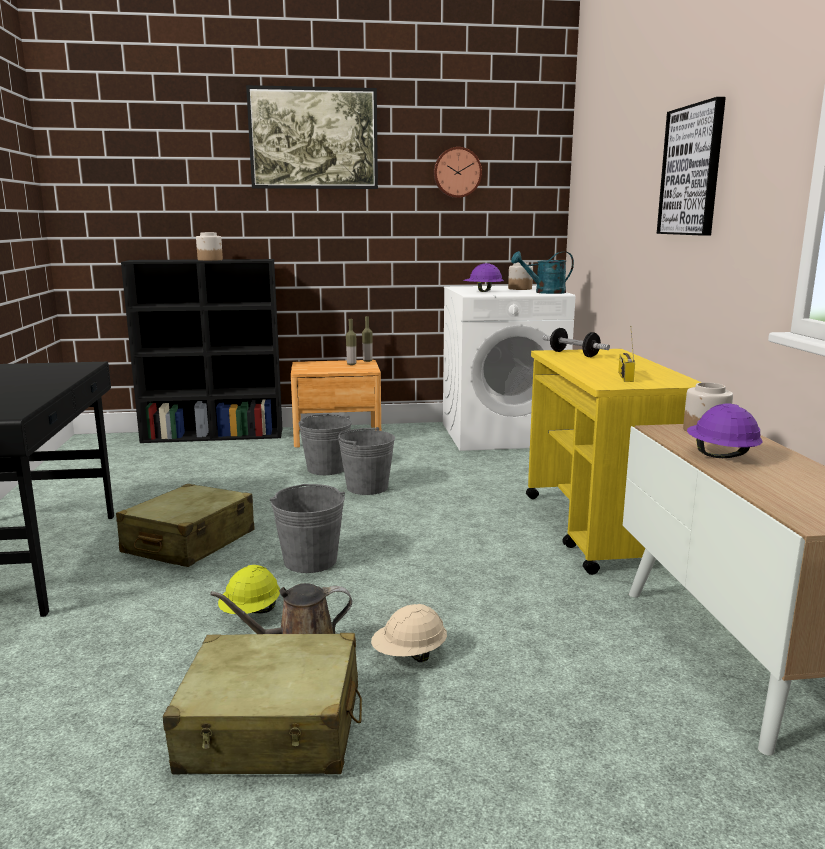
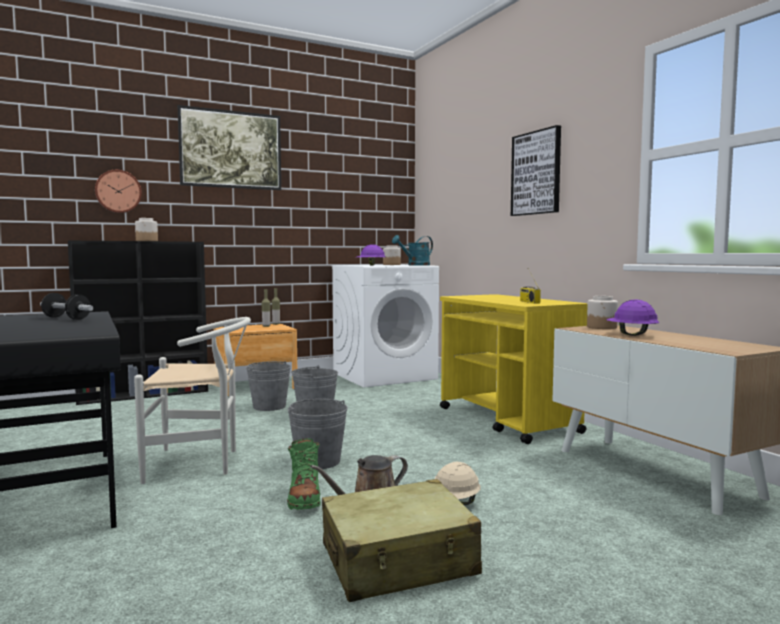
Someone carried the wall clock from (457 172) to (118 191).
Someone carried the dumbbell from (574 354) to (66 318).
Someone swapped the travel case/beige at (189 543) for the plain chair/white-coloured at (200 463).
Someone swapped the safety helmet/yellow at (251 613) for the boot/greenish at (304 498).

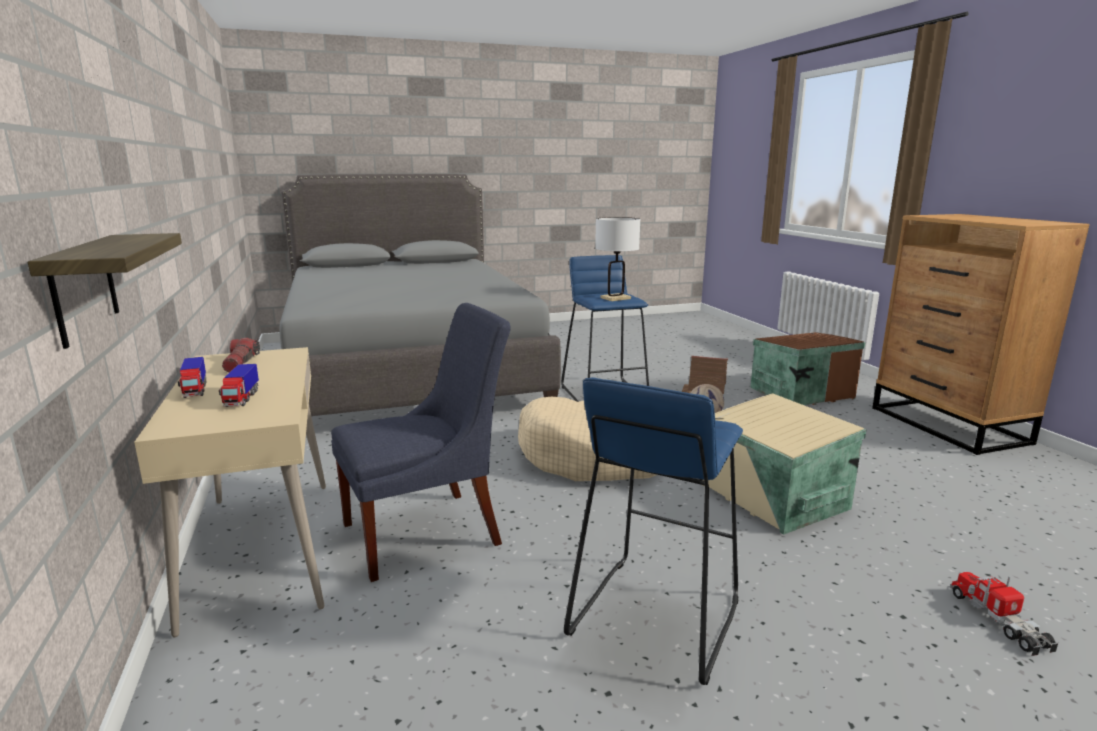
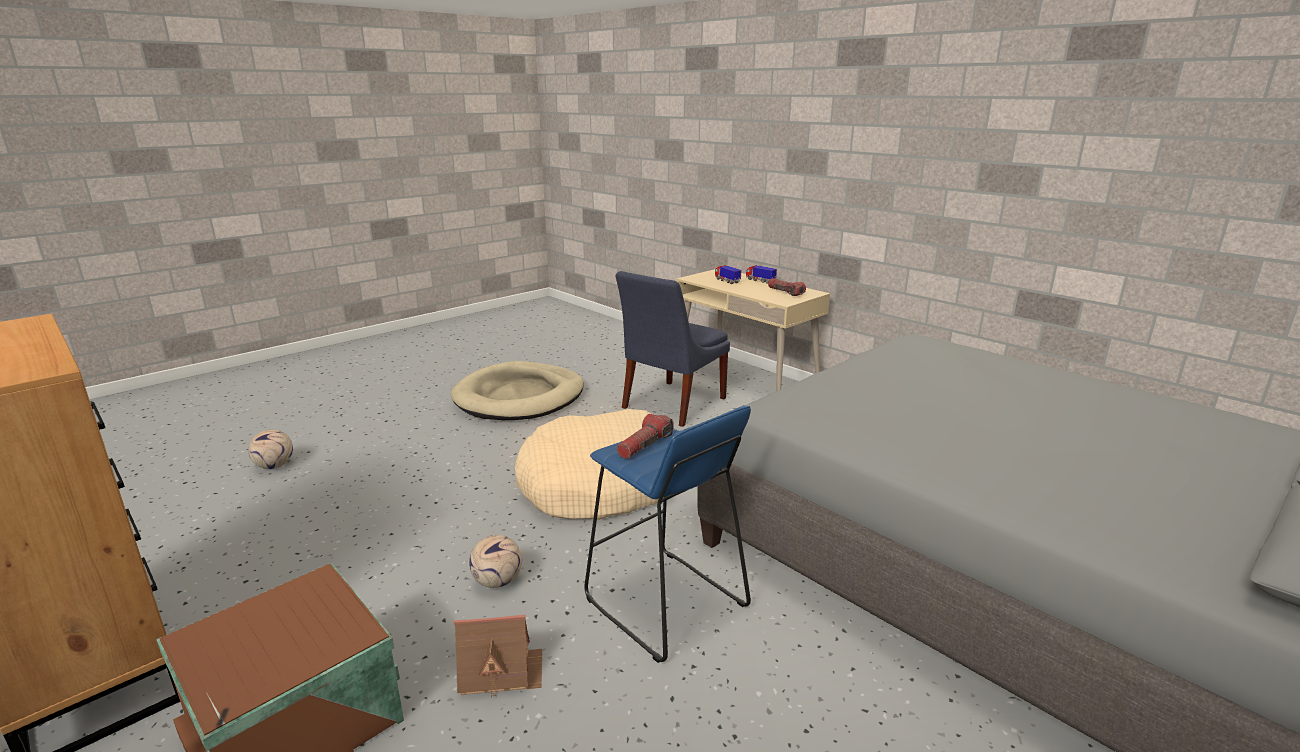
Someone swapped the lamp for a table/white-coloured at (615 298) for the flashlight at (645 445).
Someone took away the bracket shelf at (84 287).
Someone swapped the sitting stool/bluish at (654 617) for the dog cushion/beige at (520 397).
Someone took away the storage container/beige at (773 497).
Someone took away the toy lorry at (999 620).
Someone put down the football ball at (274 466).

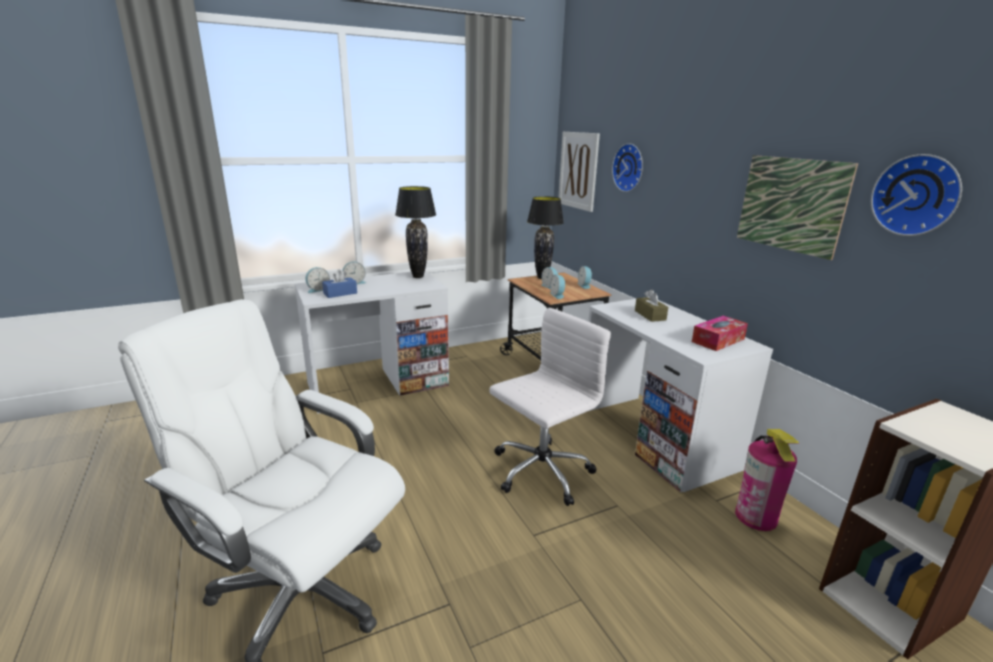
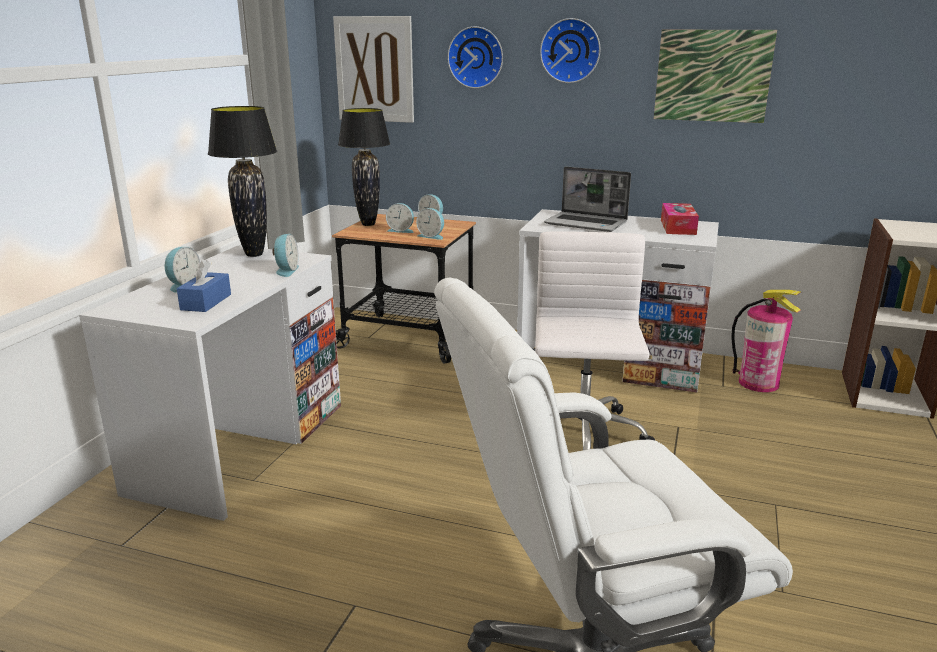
Someone carried the wall clock from (917 195) to (570 51).
Someone carried the table clock from (318 289) to (286 270).
Someone swapped the tissue box/brown-coloured at (650 315) for the laptop at (587 223).

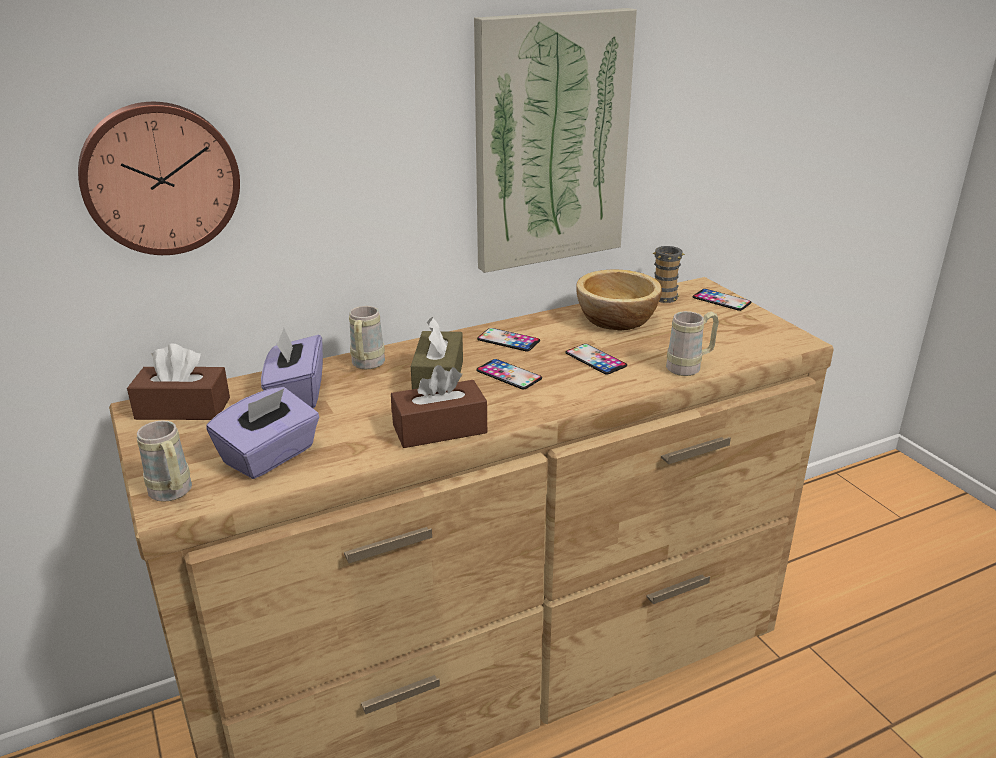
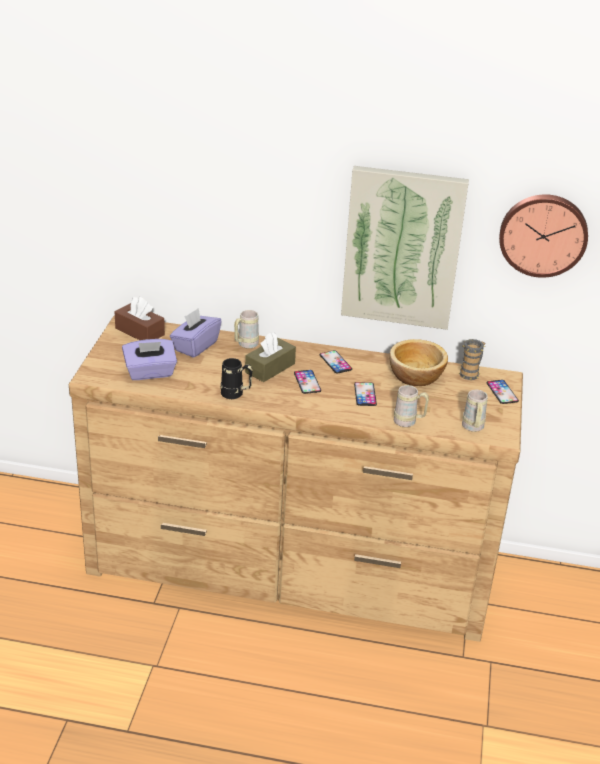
Someone carried the wall clock from (160 178) to (543 234).
Someone swapped the tissue box/brown-coloured at (439 429) for the coffee mug/blackish at (236 394).
Someone carried the coffee mug/beige from (173 494) to (473 428).

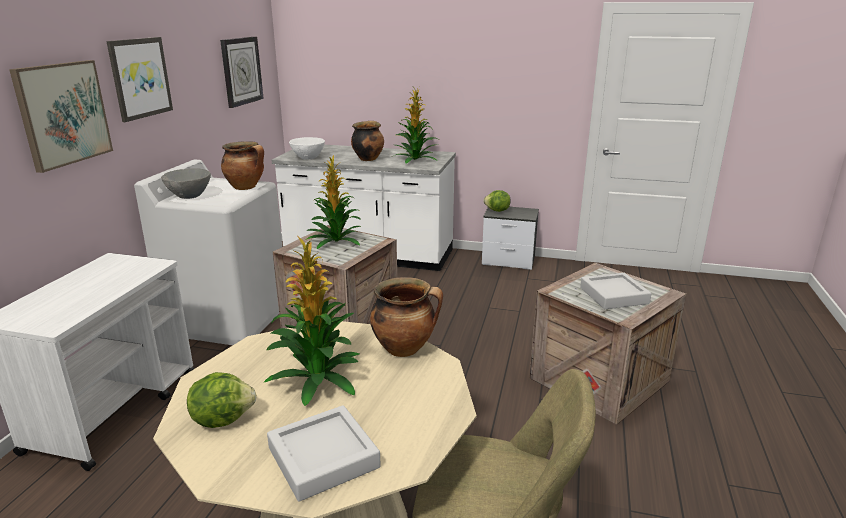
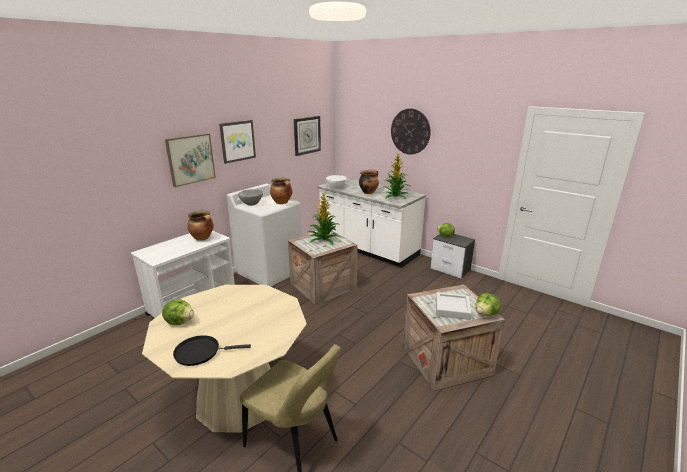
Someone took away the houseplant at (316 378).
Someone carried the cooking pot from (405 348) to (203 238).
Someone swapped the carrying tray/gray at (323 458) for the frying pan/blackish at (200 352).
Someone put up the wall clock at (410 131).
Someone put down the lettuce head at (486 314).

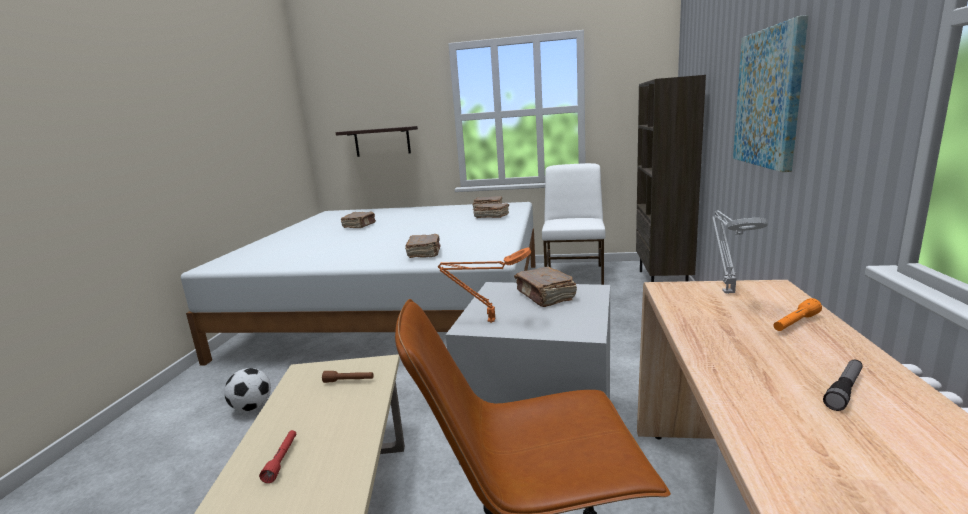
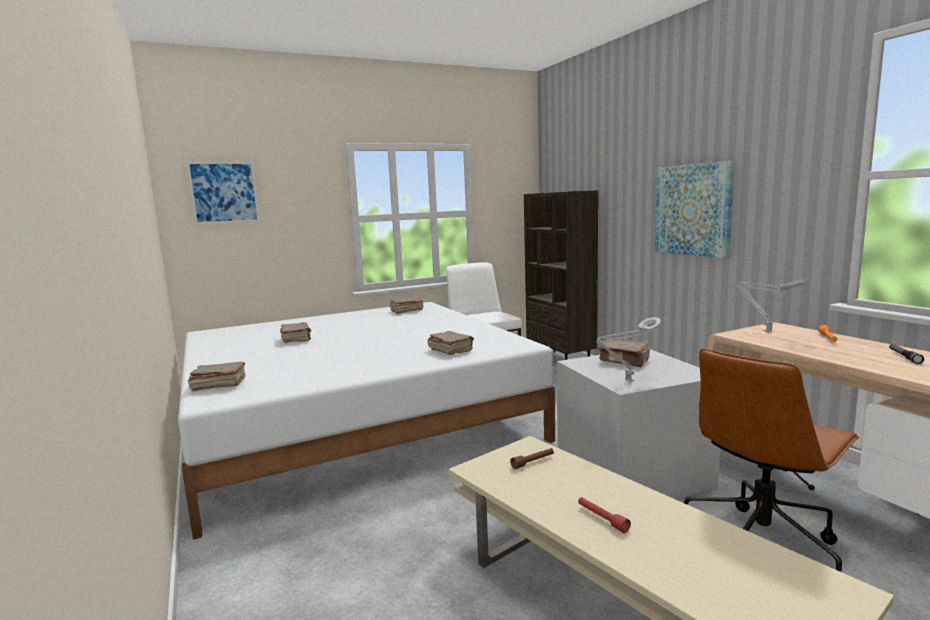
Someone took away the bracket shelf at (382 141).
Someone carried the volume/brown-coloured from (491 217) to (218 385).
Someone repainted the lamp for a table/orangey at (488 321), which became the lamp for a table/gray at (627 381).
Someone took away the football ball at (252 407).
Someone put up the wall art at (224 192).

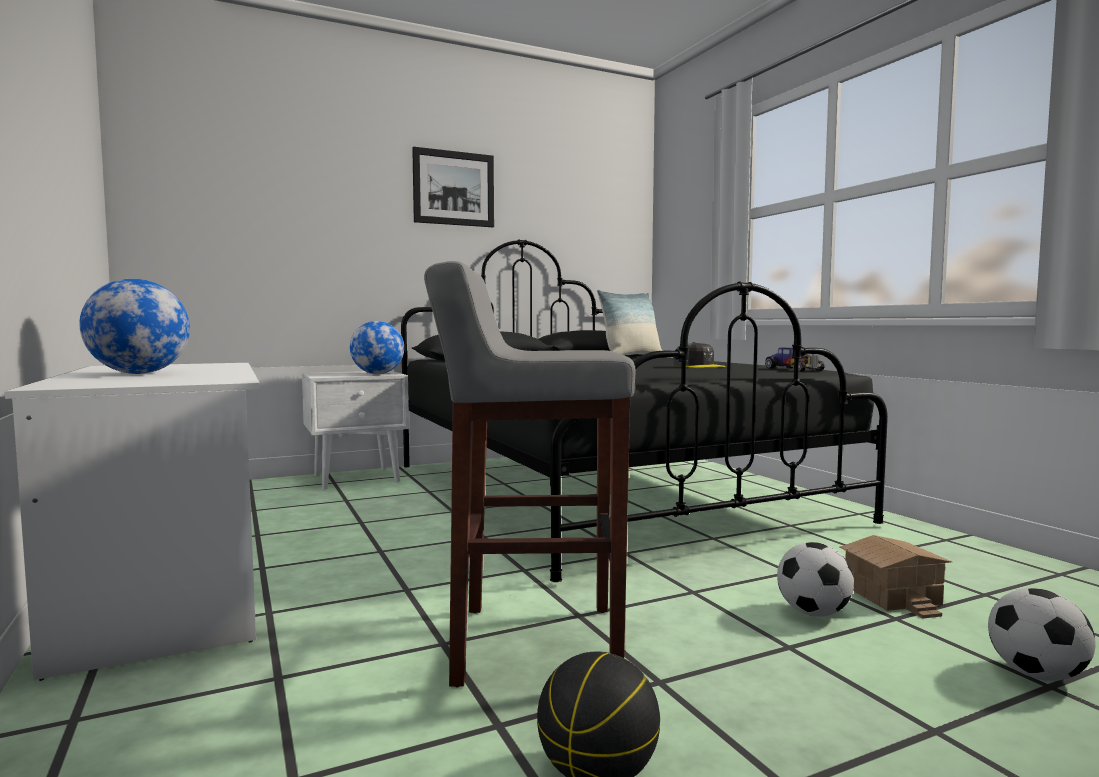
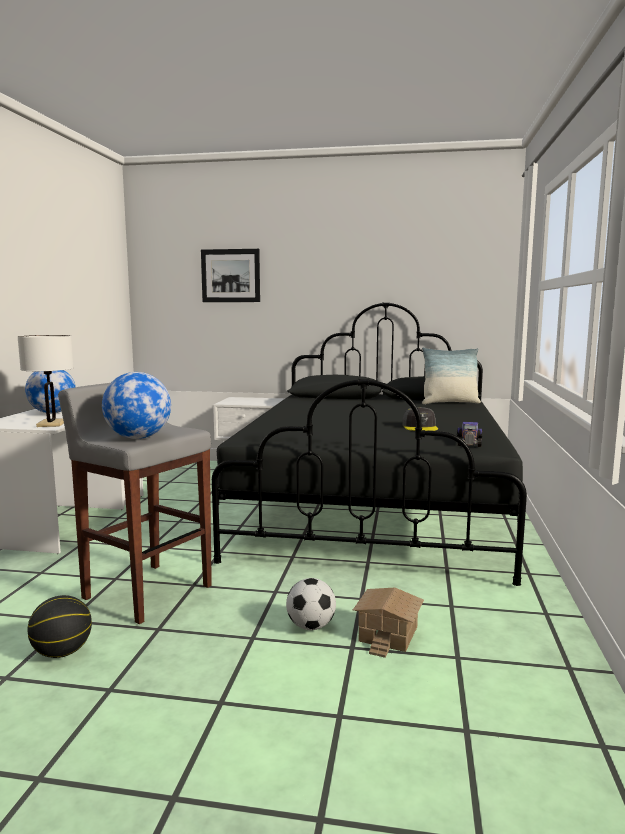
Someone carried the wall art from (454 188) to (230 275).
Someone carried the world globe from (378 374) to (138 438).
Someone took away the football ball at (1037 675).
Someone put down the lamp for a table/white-coloured at (52 424).

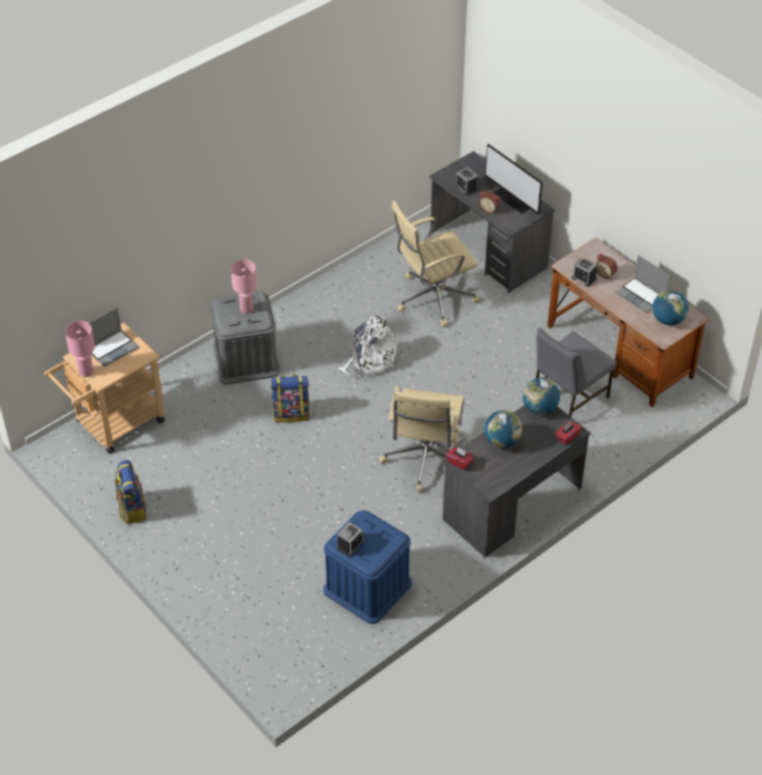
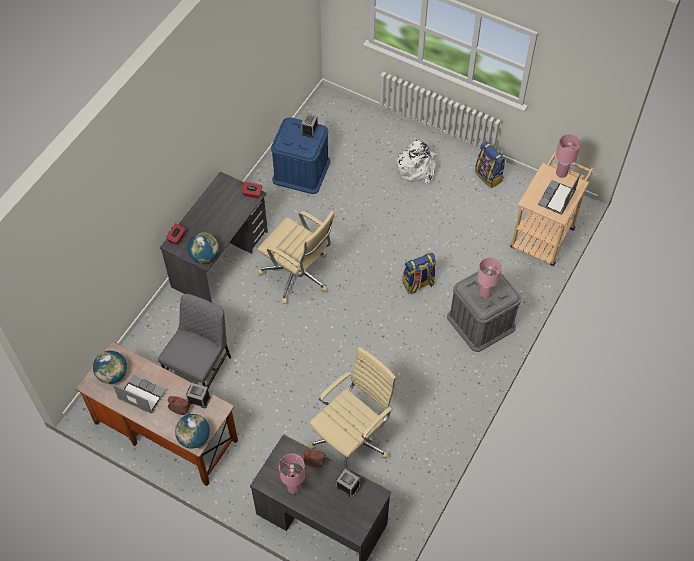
Someone swapped the computer display at (515 198) for the lamp for a table/pinkish at (293 487).
Someone carried the knapsack/white-coloured from (369 360) to (416 168).
Someone rotated the desk chair/beige at (425 460) by 135 degrees clockwise.
Someone carried the world globe from (502 441) to (194 438).

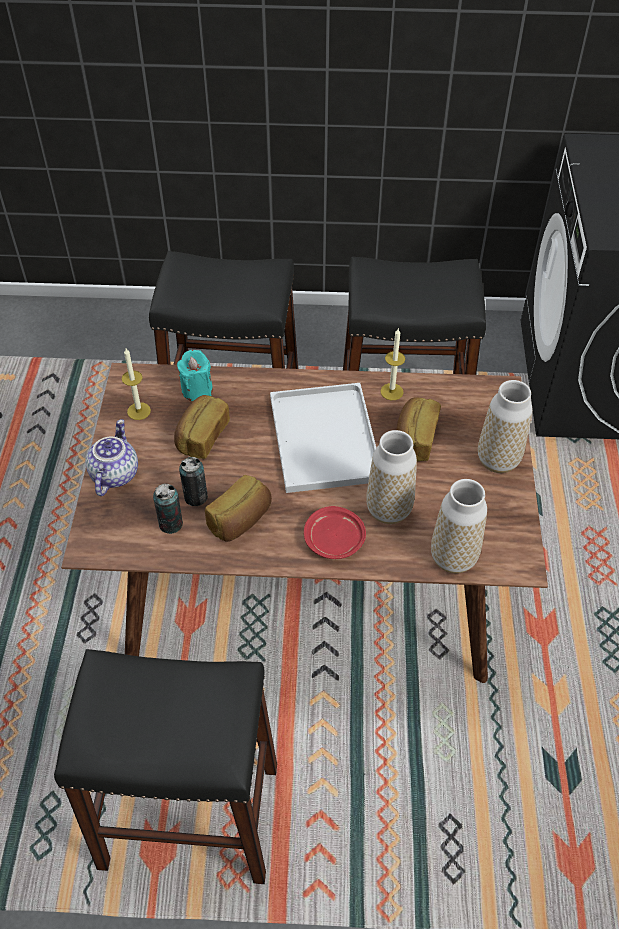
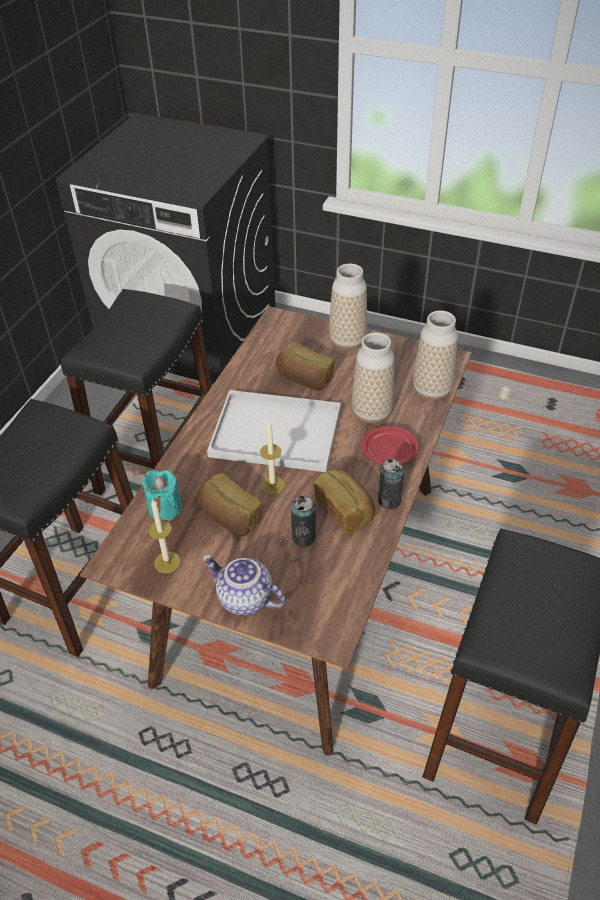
Someone carried the wax candle from (391 391) to (272 485).
Someone carried the can from (171 524) to (389 501).

